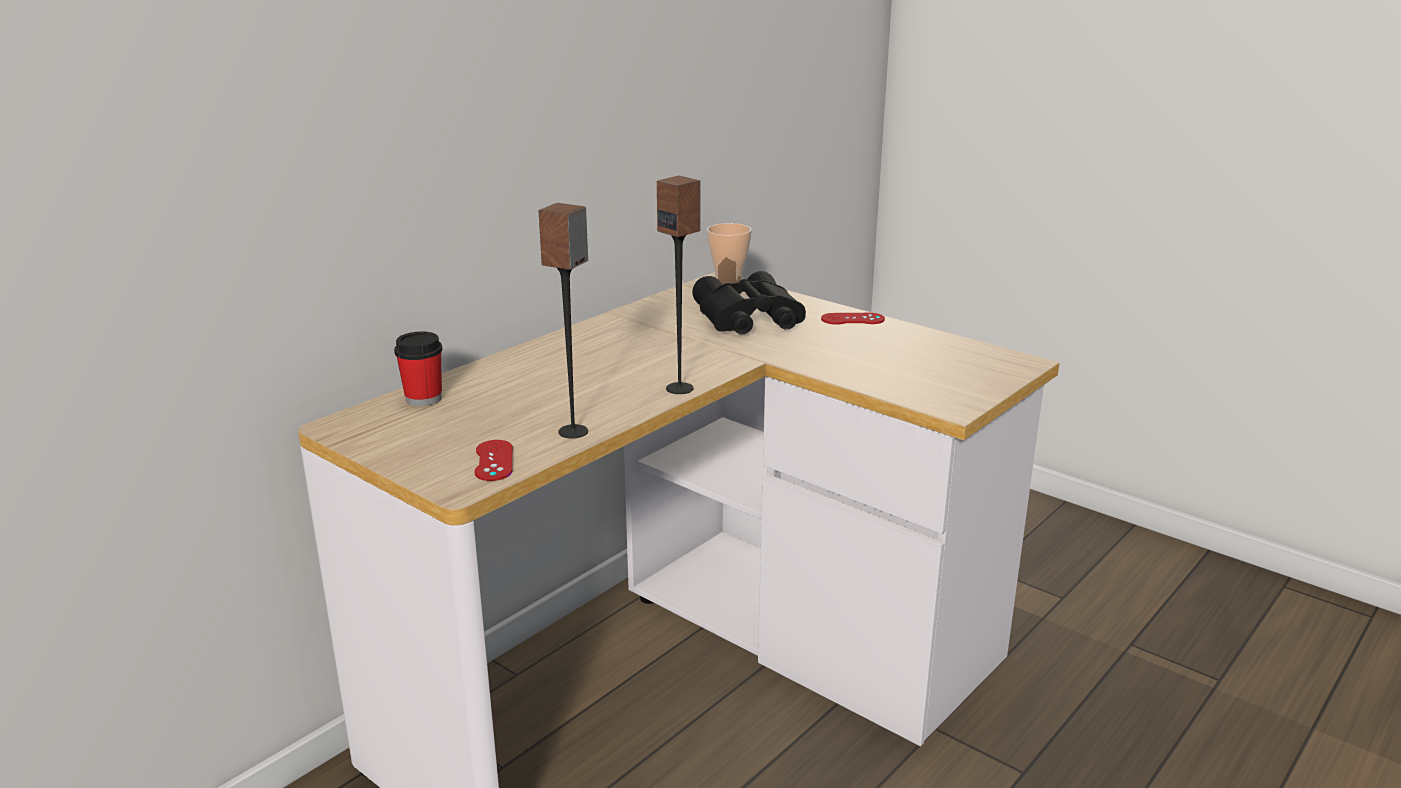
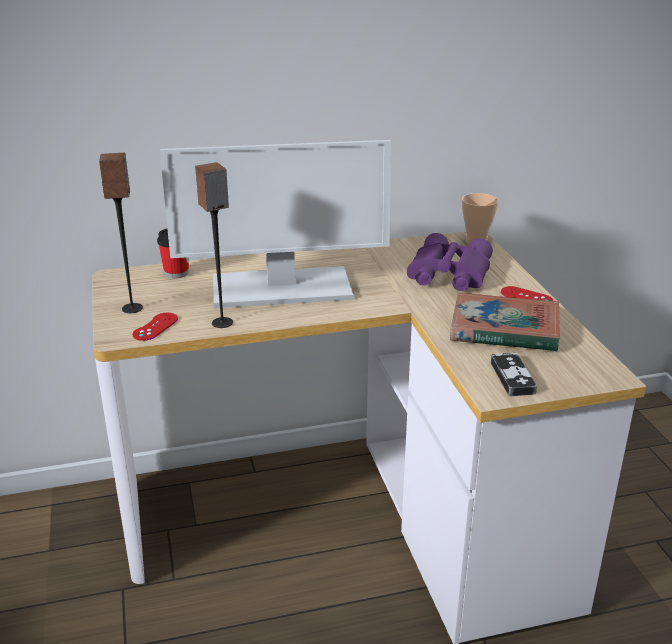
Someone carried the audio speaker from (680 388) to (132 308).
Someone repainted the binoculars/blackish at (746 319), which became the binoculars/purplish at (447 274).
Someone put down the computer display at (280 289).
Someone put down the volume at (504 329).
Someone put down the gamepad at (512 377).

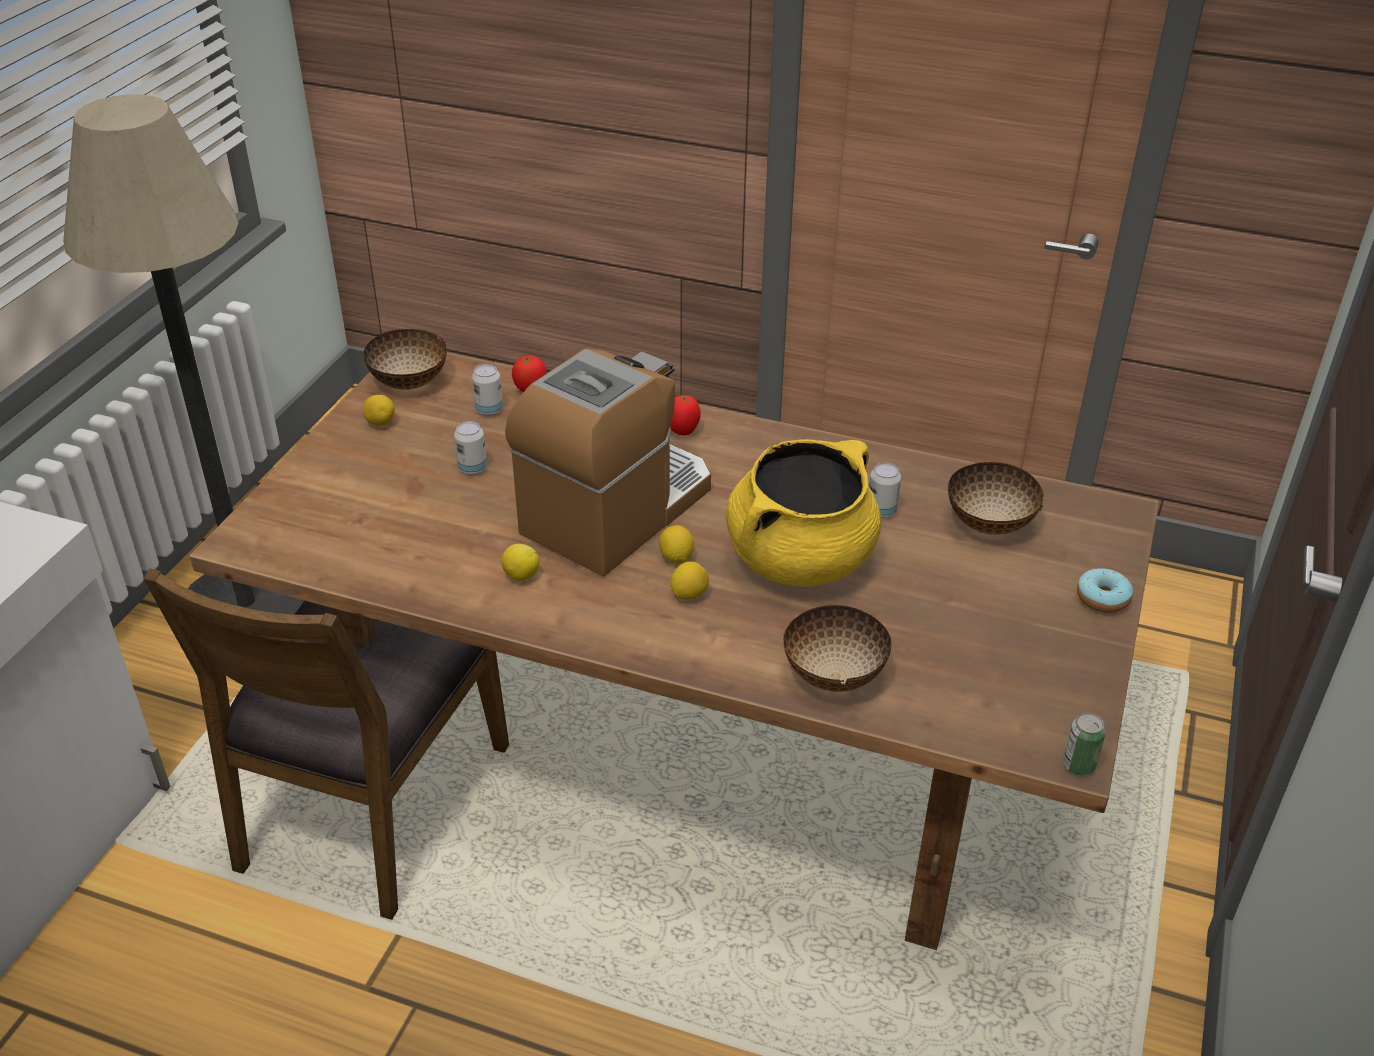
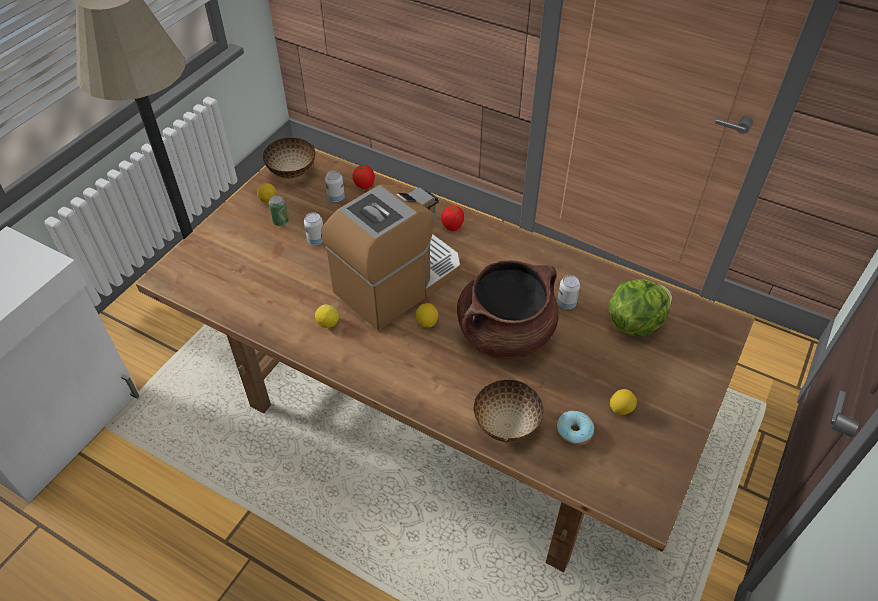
Someone repainted the cooking pot/yellow at (800 559), which became the cooking pot/brown-coloured at (505 333).
Someone swapped the bowl at (988 524) for the lettuce head at (634 322).
Someone carried the citrus fruit from (689 594) to (620 408).
Someone carried the doughnut from (1102 598) to (574 432).
Someone took away the plain chair/brown-coloured at (370 805).
Someone carried the can from (1078 765) to (280 221).

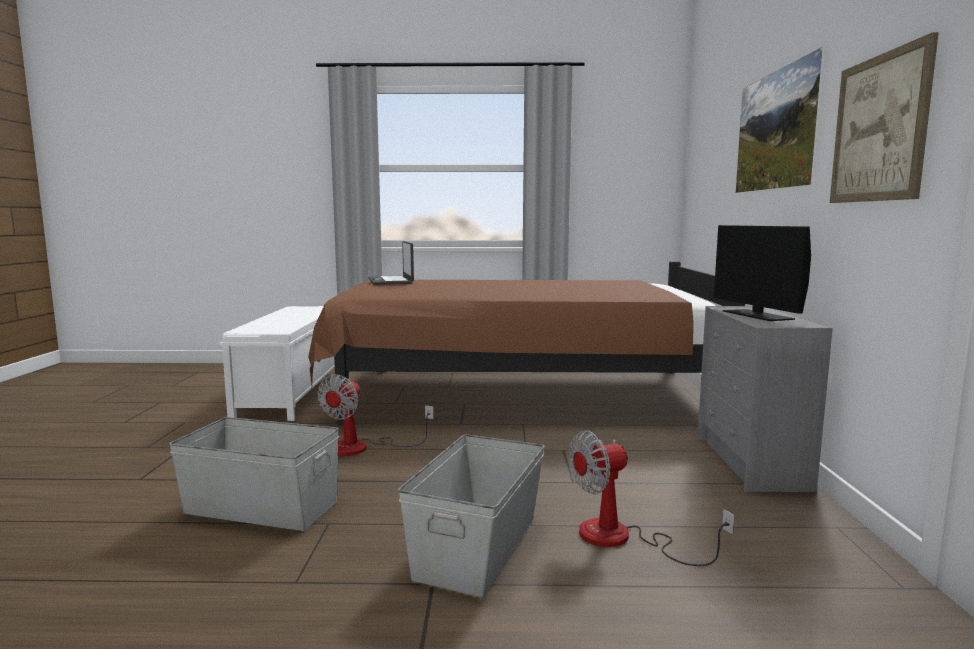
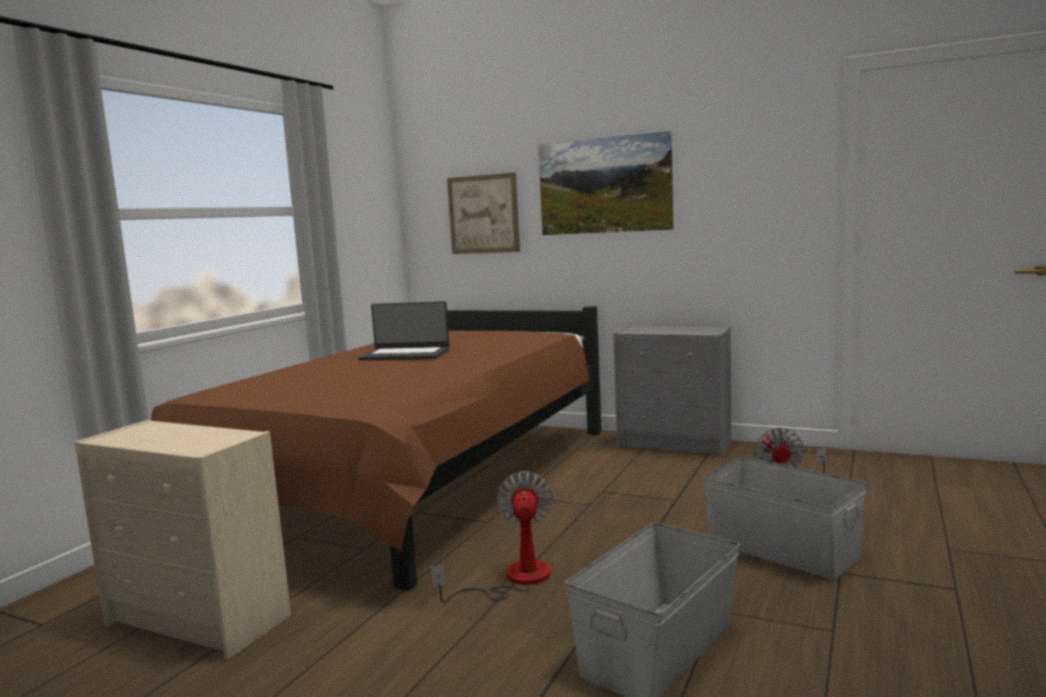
Someone carried the wall art from (879 129) to (483 214).
Someone took away the computer display at (757 315).
Someone carried the laptop from (391 281) to (405 354).
Someone swapped the long seat/white-coloured at (292 393) for the drawer chest/beige at (199 620).
Someone rotated the cooling fan at (363 447) by 135 degrees counterclockwise.

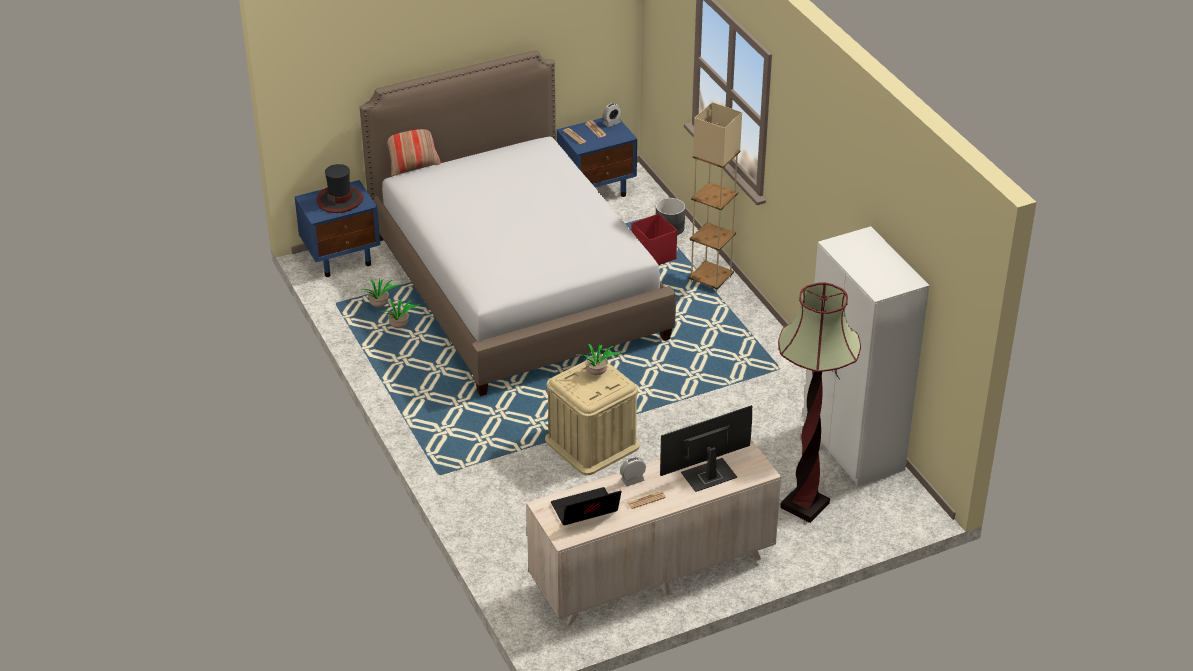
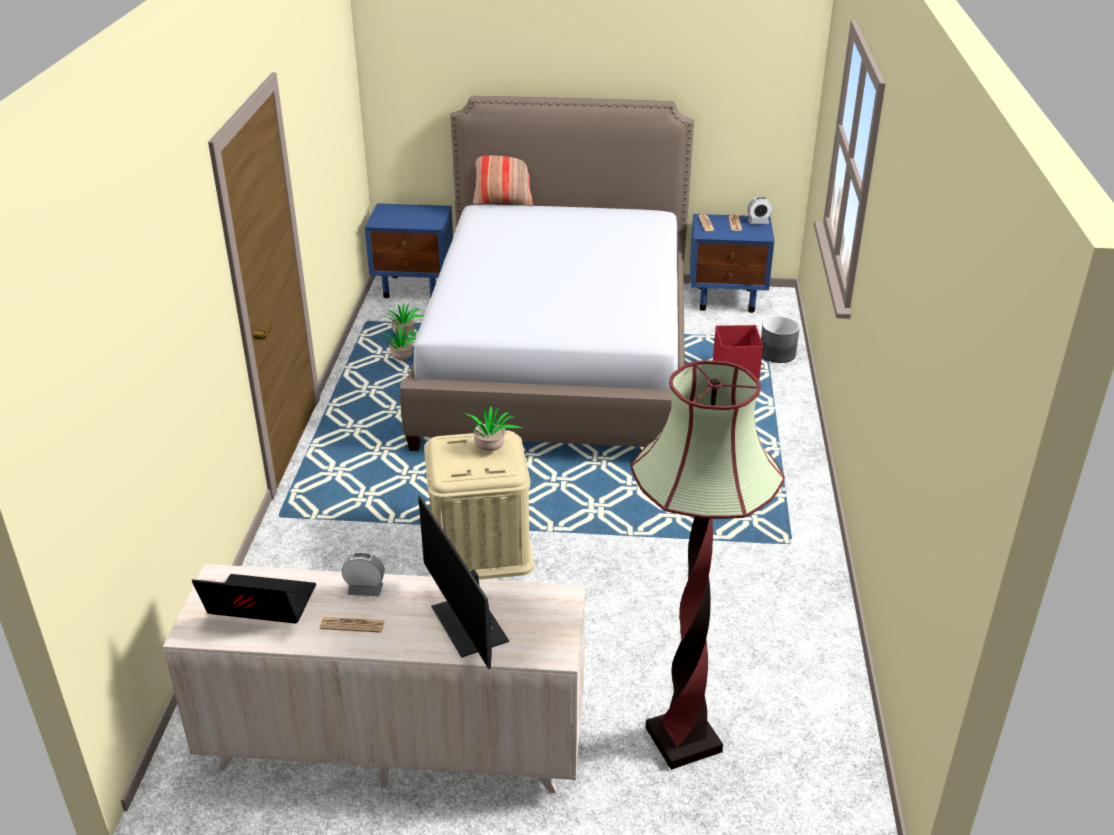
Someone took away the standing lamp/beige at (710 279).
Someone took away the hat at (340 200).
Someone took away the armoire/white-coloured at (853 448).
Someone rotated the computer display at (708 476) by 120 degrees counterclockwise.

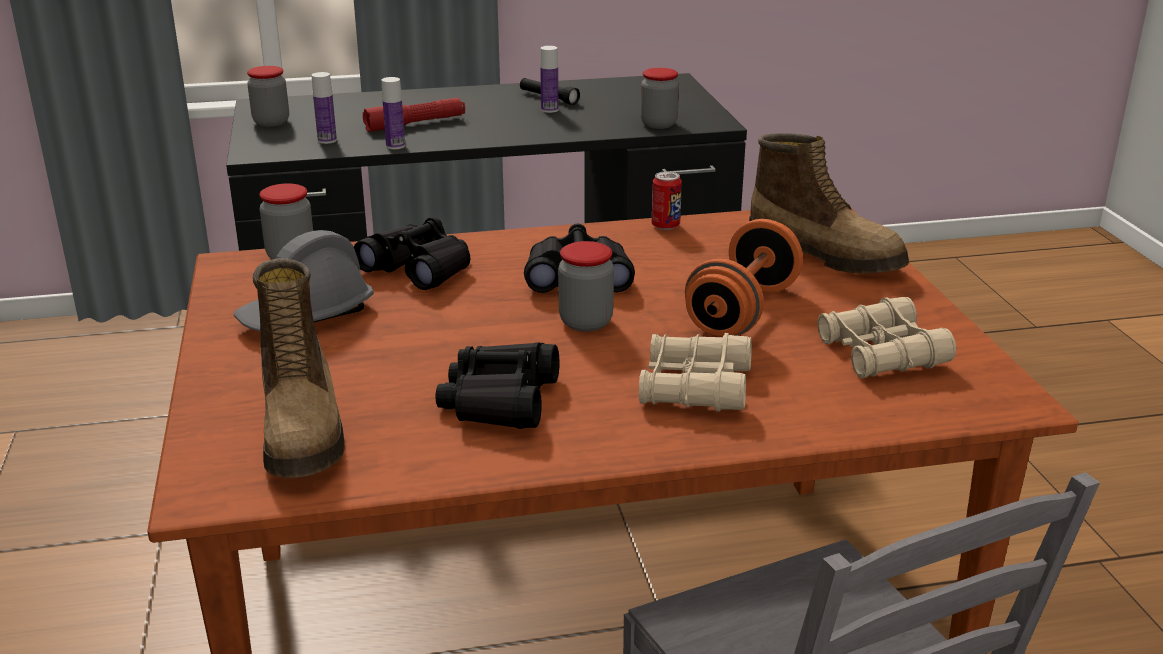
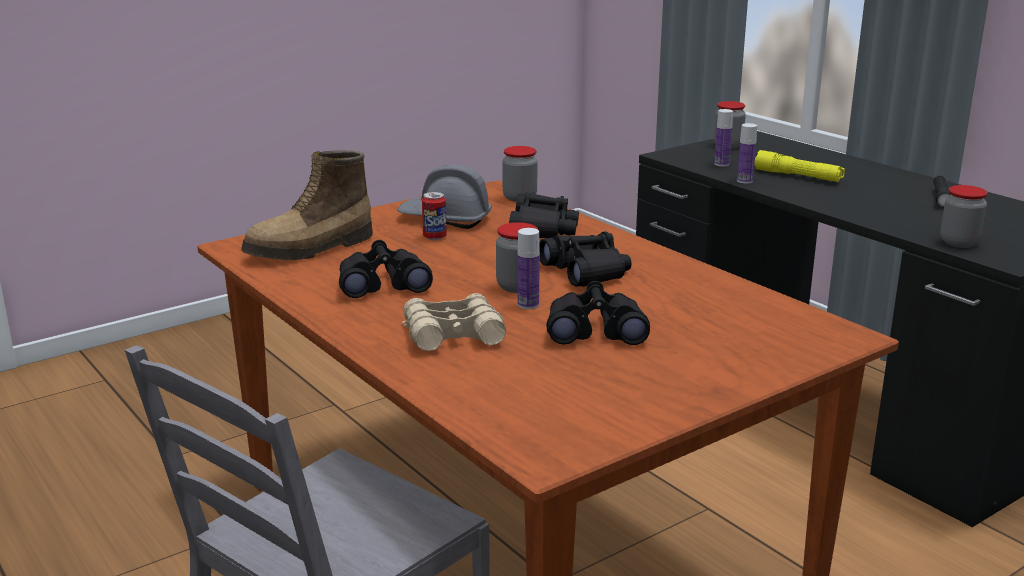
Someone carried the bottle from (549 110) to (528 305).
Someone repainted the flashlight/red at (415 124), which became the flashlight/yellow at (798 176).
Someone took away the boot at (826 255).
Someone carried the can from (665 226) to (434 237).
Someone swapped the dumbbell/orangey at (742 311) for the binoculars/blackish at (595 331).
Someone took away the binoculars/beige at (881 353).

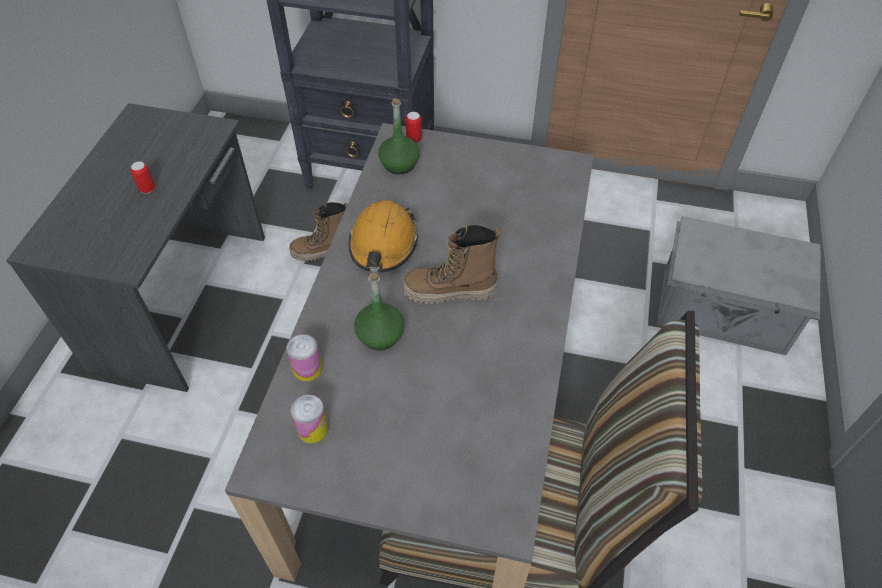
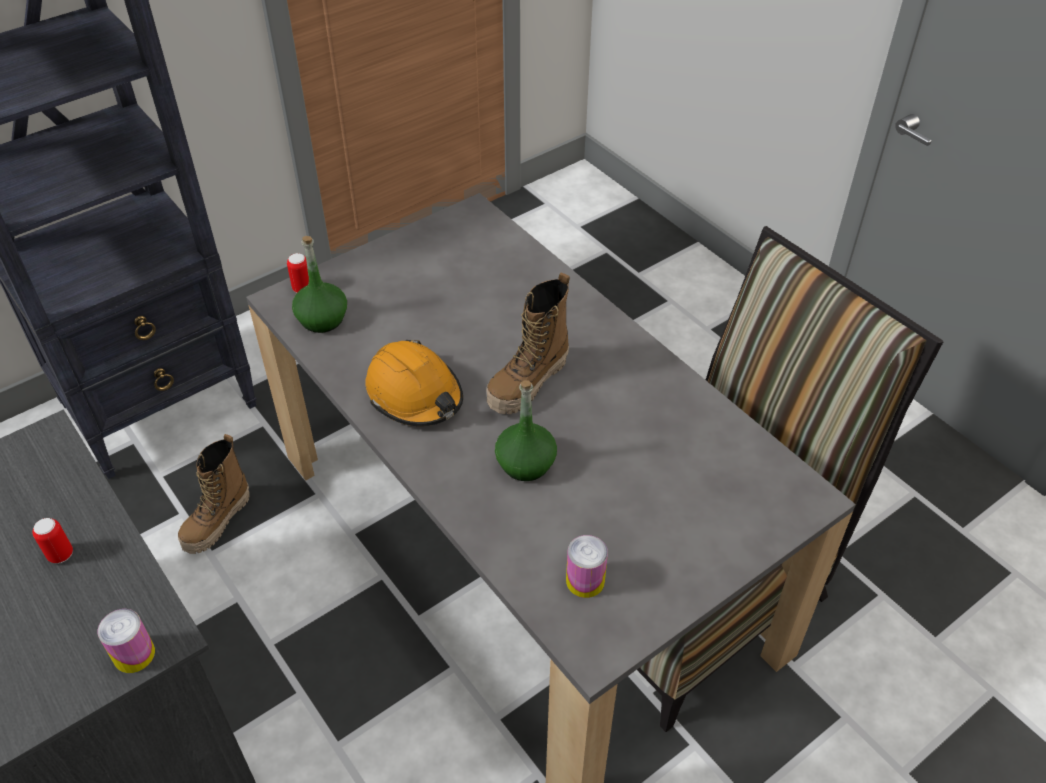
Someone took away the storage container/gray at (723 312).
Someone carried the can from (307 368) to (134 654).

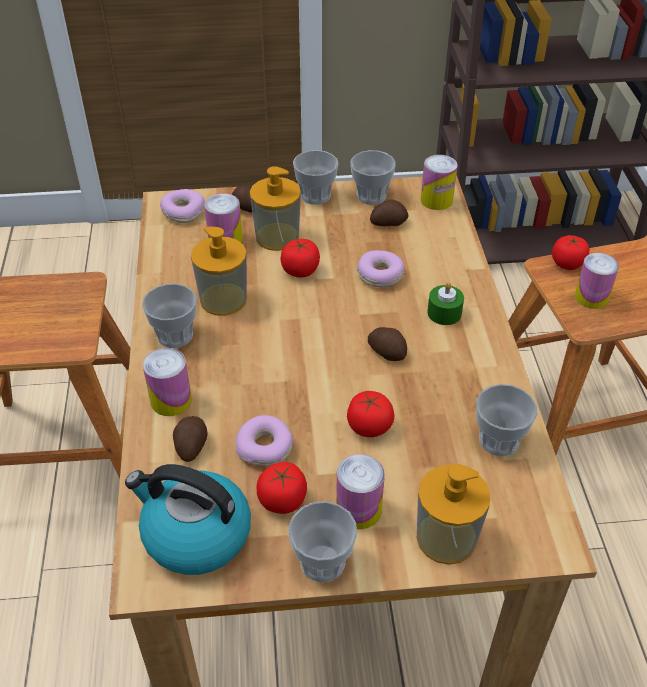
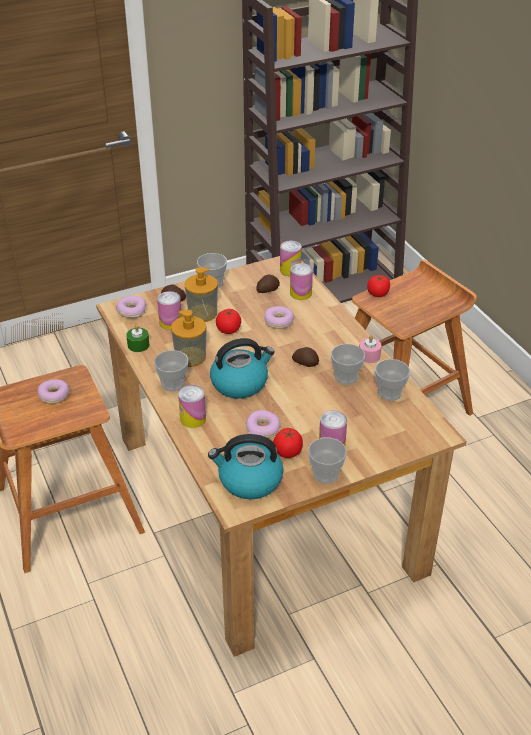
Someone carried the small cup from (371 196) to (346 377).
Someone carried the can from (591 297) to (300 293).
Someone carried the wax candle/greenish from (444 313) to (138 345).
Someone took away the whole tomato at (369 427).
Someone took away the potato at (191 446).
Someone took away the soap dispenser at (446 538).
Someone put down the wax candle/pinkish at (369 356).
Someone put down the water kettle at (240 383).
Someone put down the doughnut at (54 395).

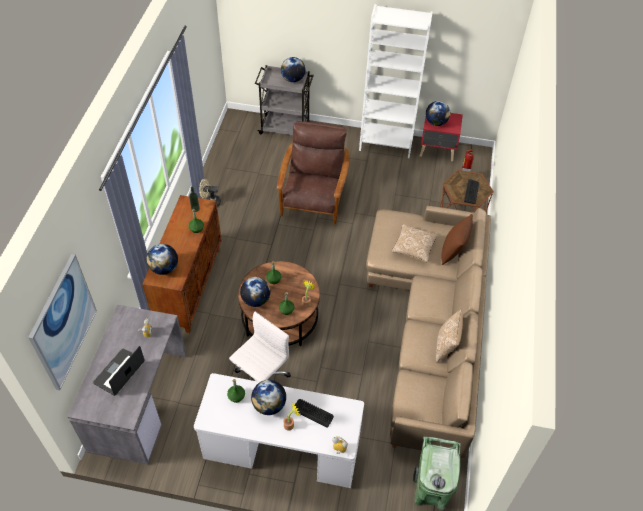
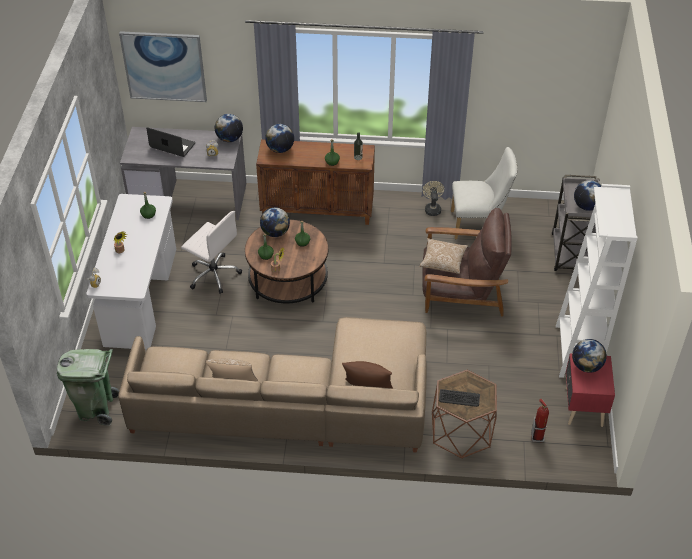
Someone carried the pillow from (413 248) to (443 261).
Someone carried the world globe from (269 405) to (229 139).
Someone took away the PC keyboard at (313 413).
Someone put down the plain chair/white-coloured at (479 225).

